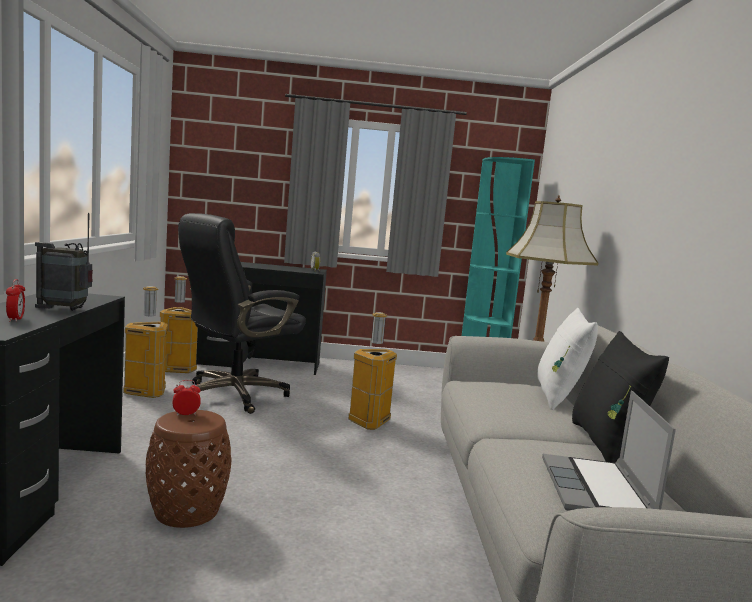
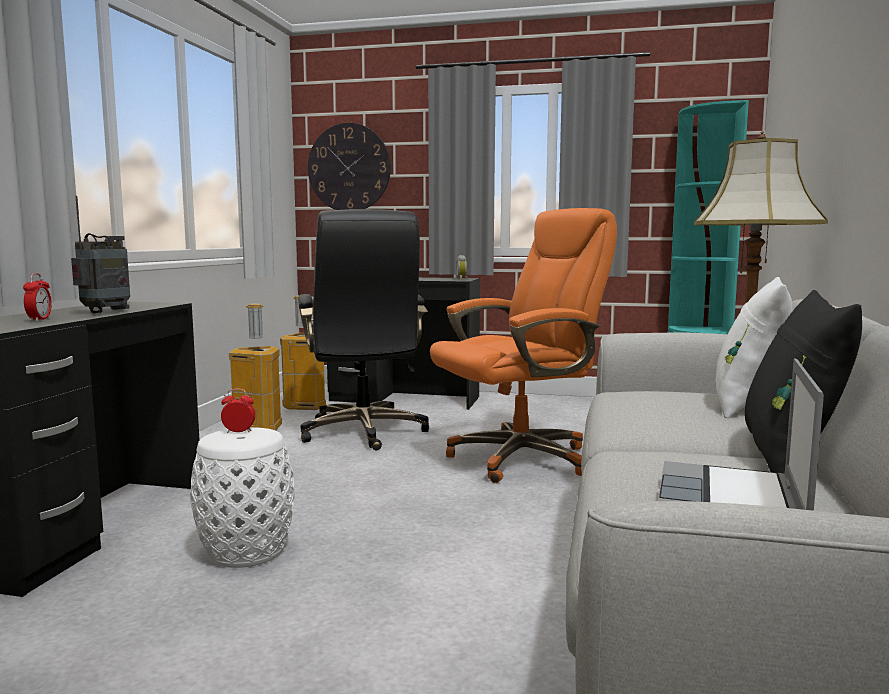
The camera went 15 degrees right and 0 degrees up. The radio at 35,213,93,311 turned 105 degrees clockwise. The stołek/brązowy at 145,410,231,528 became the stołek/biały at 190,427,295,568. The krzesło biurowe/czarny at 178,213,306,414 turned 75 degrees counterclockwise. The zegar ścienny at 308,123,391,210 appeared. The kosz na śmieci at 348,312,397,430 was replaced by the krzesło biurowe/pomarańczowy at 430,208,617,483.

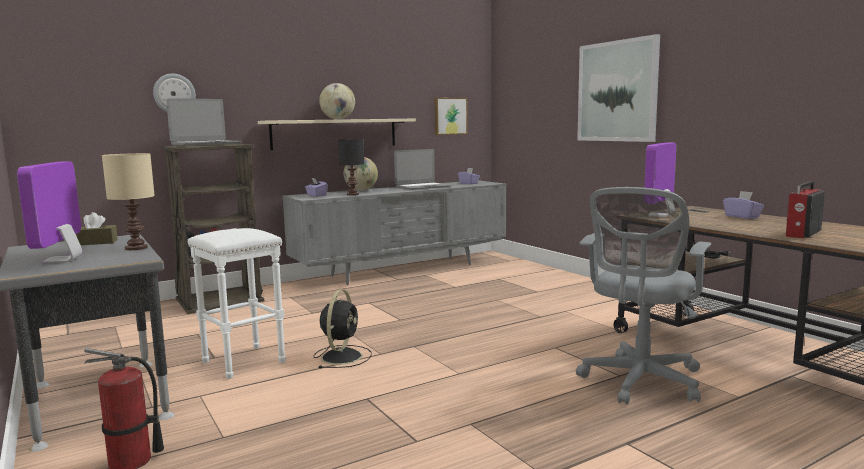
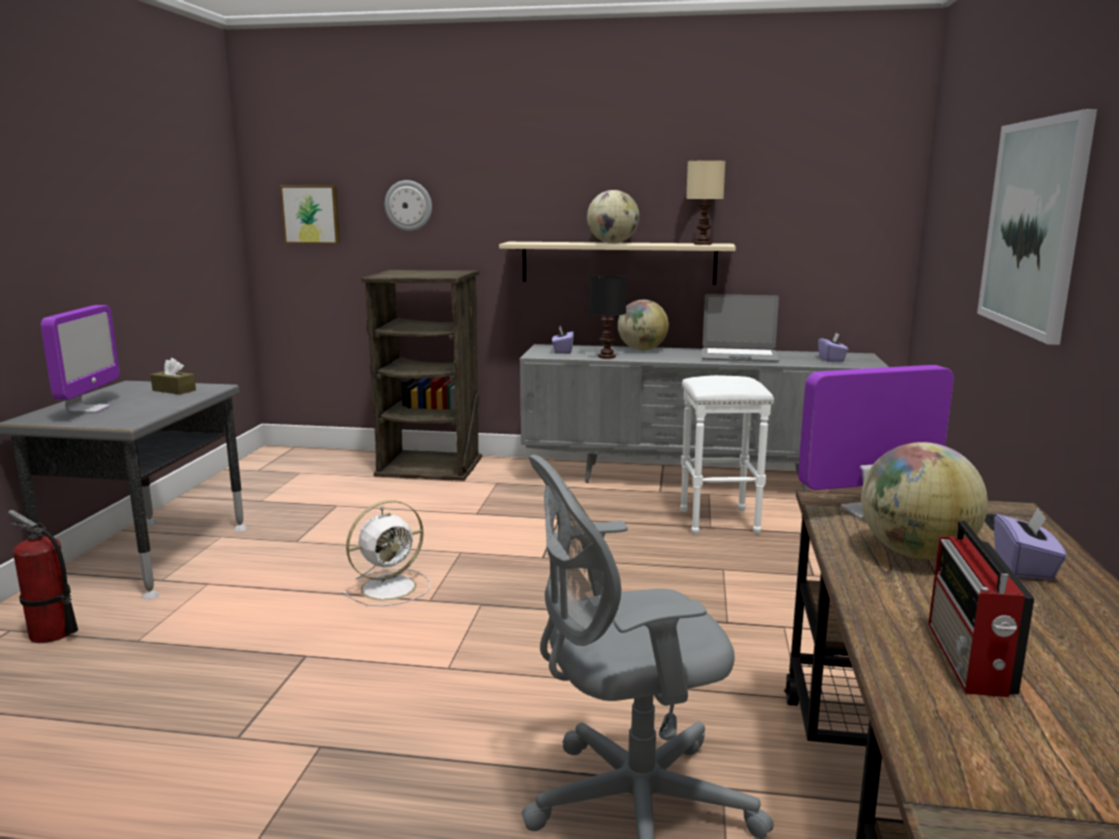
The camera went 40 degrees right and 5 degrees up. The monitor at 17,161,82,264 turned 150 degrees clockwise. The obraz moved from 434,98,468,135 to 280,186,340,244. The wentylator/czarny at 314,289,372,368 became the wentylator/biały at 343,500,430,606. The stołek/biały moved from 188,228,286,379 to 680,375,774,535. The lampa stołowa/beżowy moved from 102,153,155,250 to 686,160,725,245. The globus at 861,442,988,559 appeared. The radio at 786,181,825,238 turned 75 degrees counterclockwise. The laptop at 166,98,242,146 disappeared.

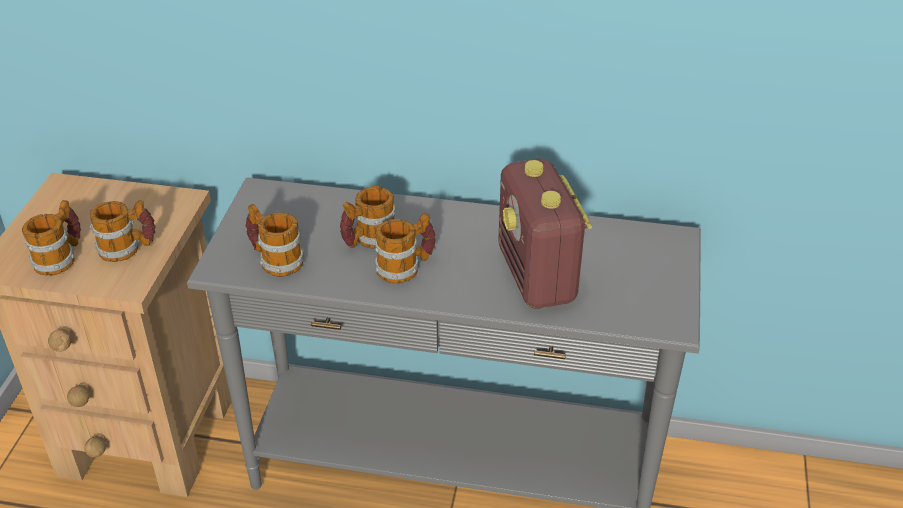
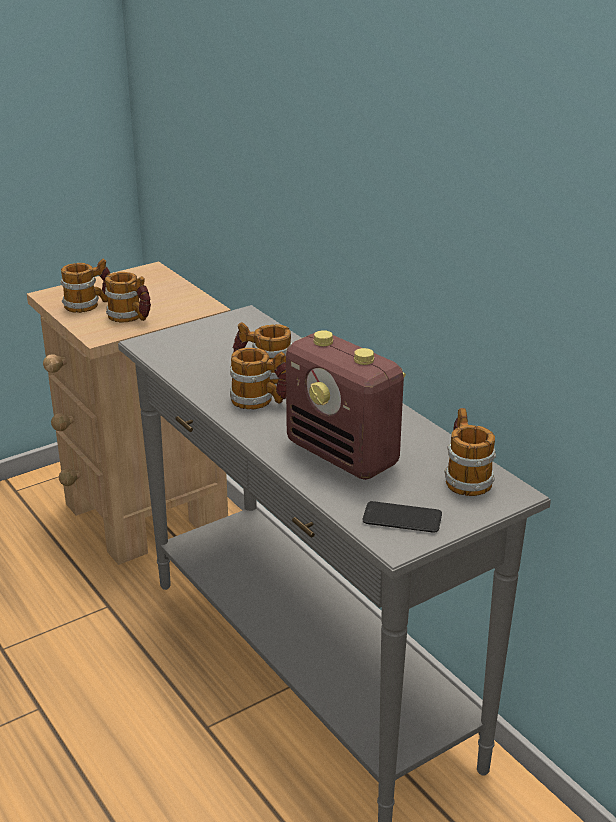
The camera went 45 degrees right and 10 degrees down. The radio at 499,158,592,309 turned 75 degrees counterclockwise. The telefon at 362,501,442,533 appeared. The kubek moved from 246,204,304,277 to 444,408,496,496.

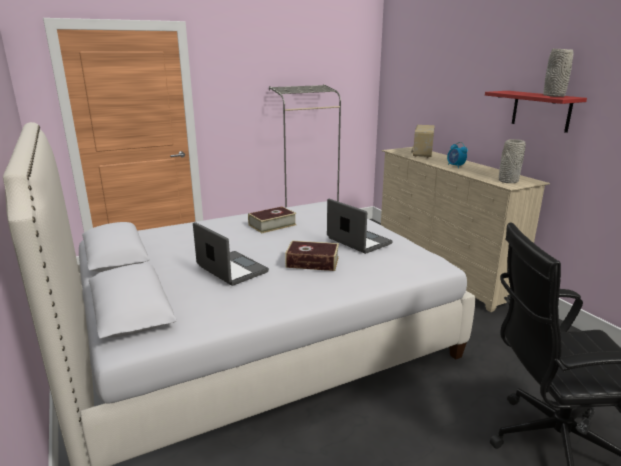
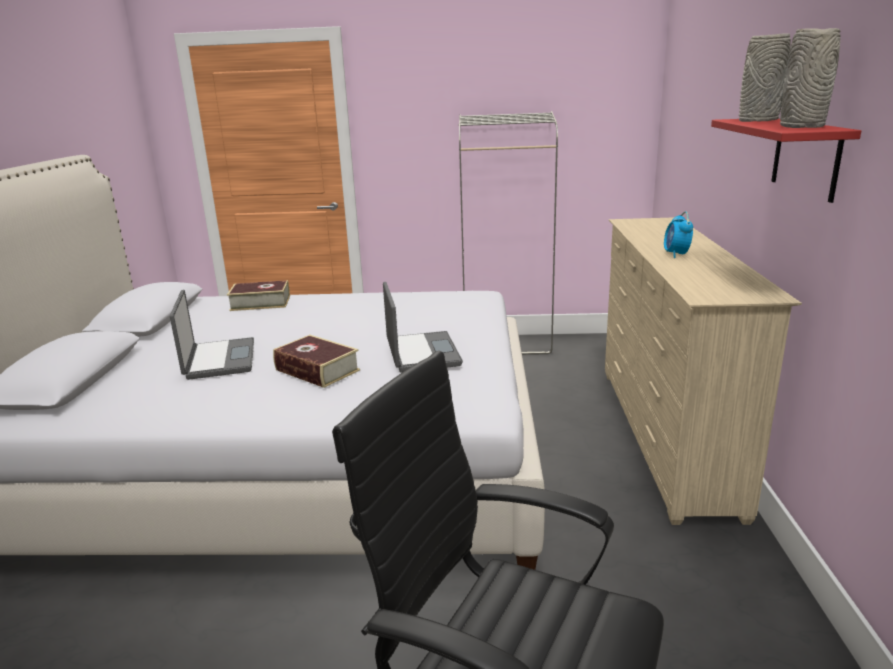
The camera went 30 degrees right and 0 degrees up. The książka moved from 248,206,297,233 to 227,280,290,311. The wazon/szary moved from 499,139,526,183 to 739,33,791,122. The radio at 411,125,435,158 disappeared.

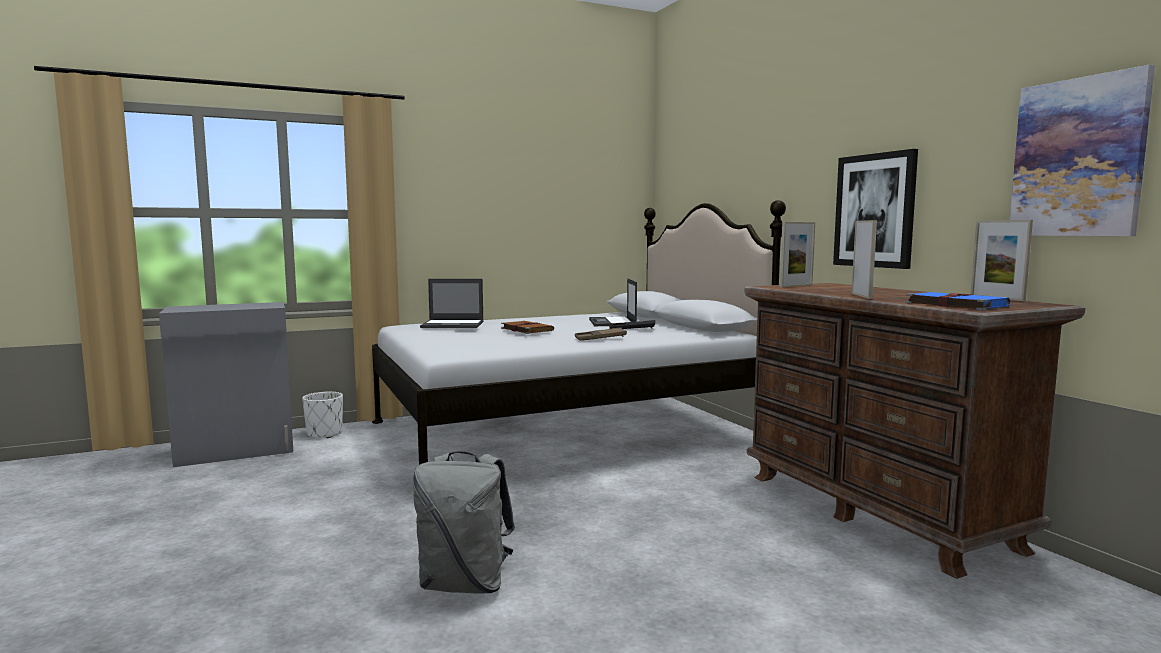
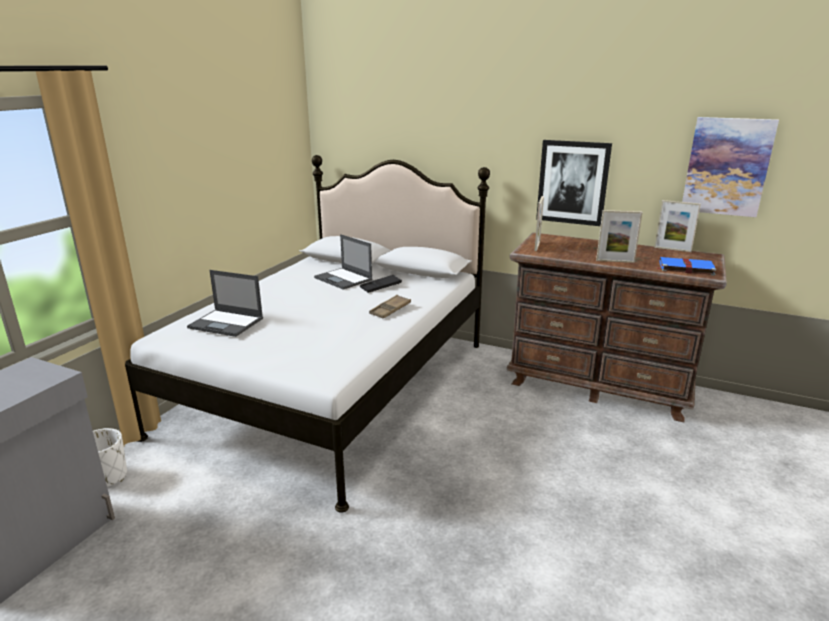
The camera went 40 degrees left and 15 degrees up. The laptop at 420,279,484,328 turned 60 degrees clockwise. The ramka na zdjęcie at 851,220,877,299 turned 135 degrees clockwise. The plecak/szary at 413,451,515,594 disappeared. The książka/brązowy at 501,321,554,334 disappeared.

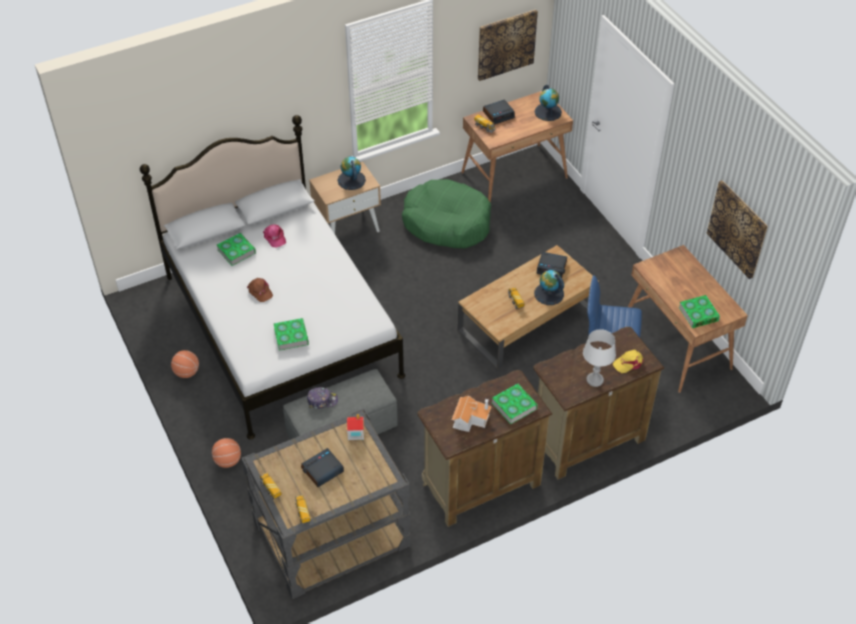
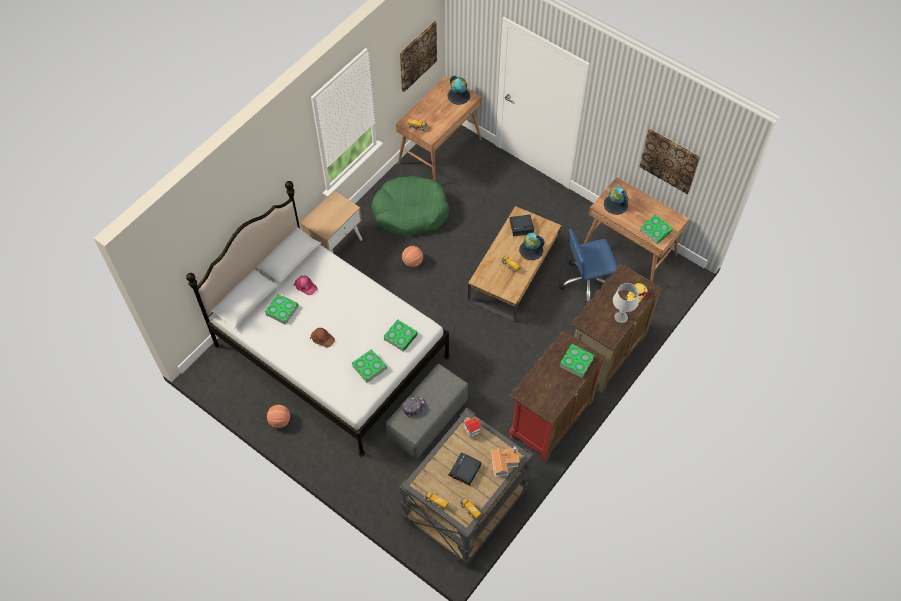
The camera went 25 degrees left and 10 degrees up. The książka at 383,319,418,352 appeared. The piłka do koszykówki moved from 212,438,241,468 to 402,246,423,268. The domek moved from 452,396,492,432 to 491,447,520,477. The komoda/beżowy at 417,370,552,527 became the komoda/czerwony at 509,331,605,462. The globus moved from 338,156,366,190 to 604,186,628,215. The budzik at 483,99,515,125 disappeared.

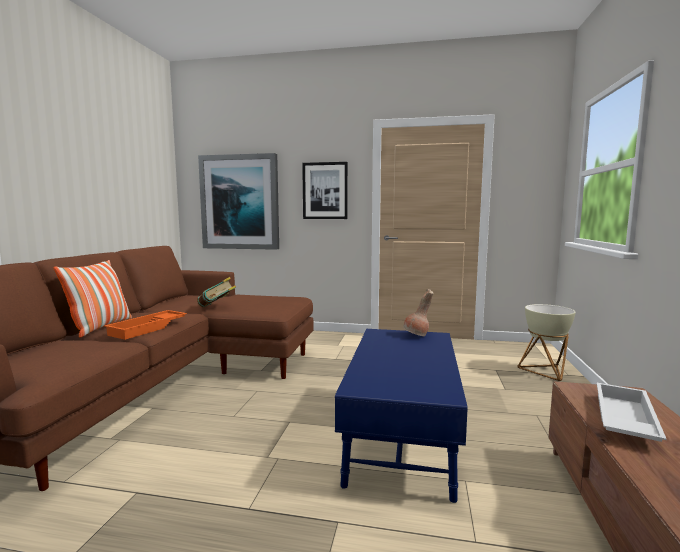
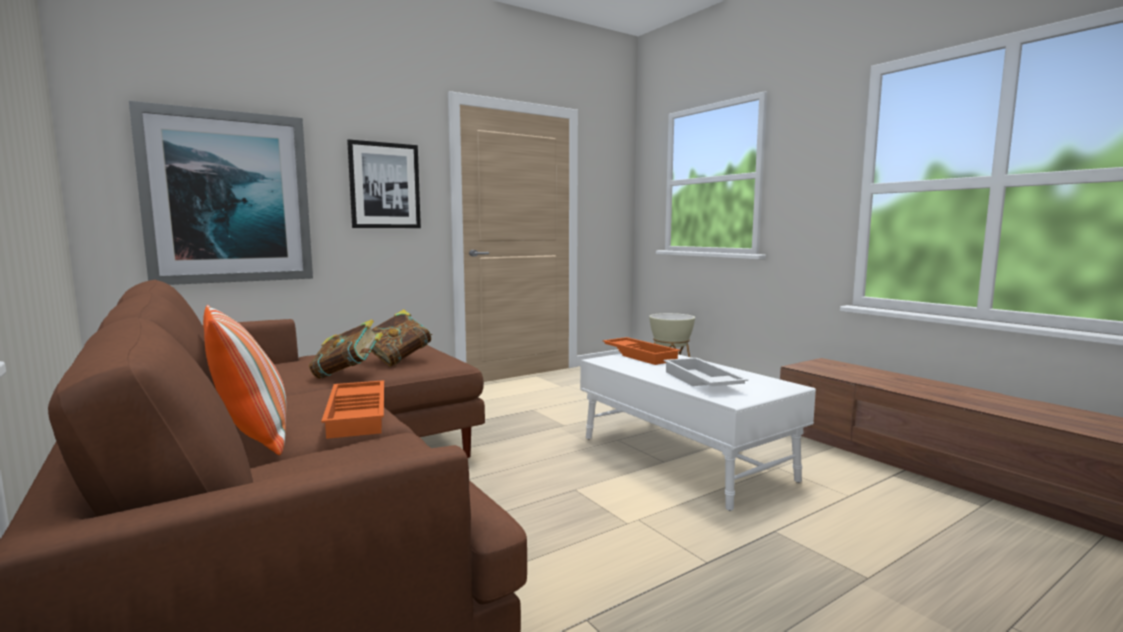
The camera went 45 degrees left and 0 degrees up. The książka at 370,309,433,367 appeared. The ława/niebieski at 335,329,468,503 became the ława/biały at 580,354,816,511. The wazon/brązowy at 403,289,433,336 was replaced by the taca/pomarańczowy at 603,337,681,365. The taca/biały moved from 597,383,667,442 to 664,358,748,386.

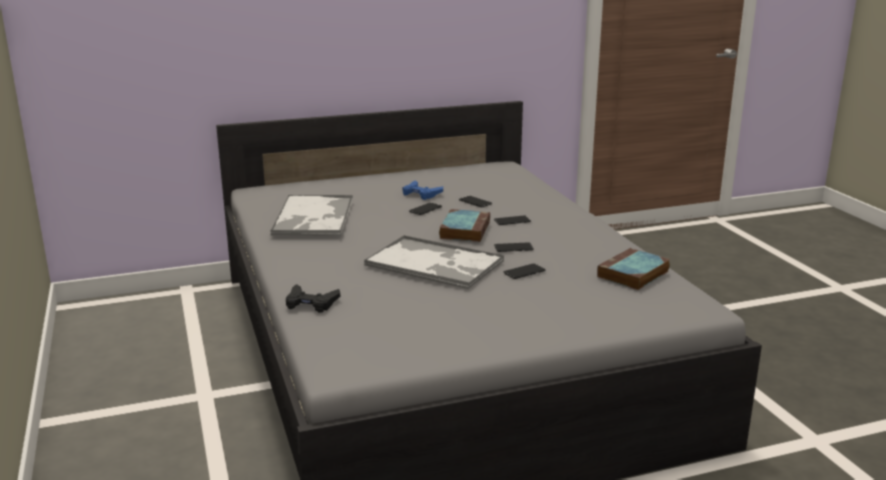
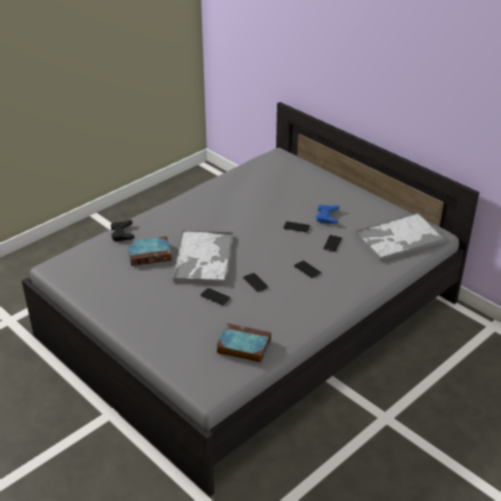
The camera went 65 degrees right and 15 degrees up. The książka moved from 439,209,490,242 to 127,236,172,266. The taca moved from 270,195,353,236 to 354,213,446,261.

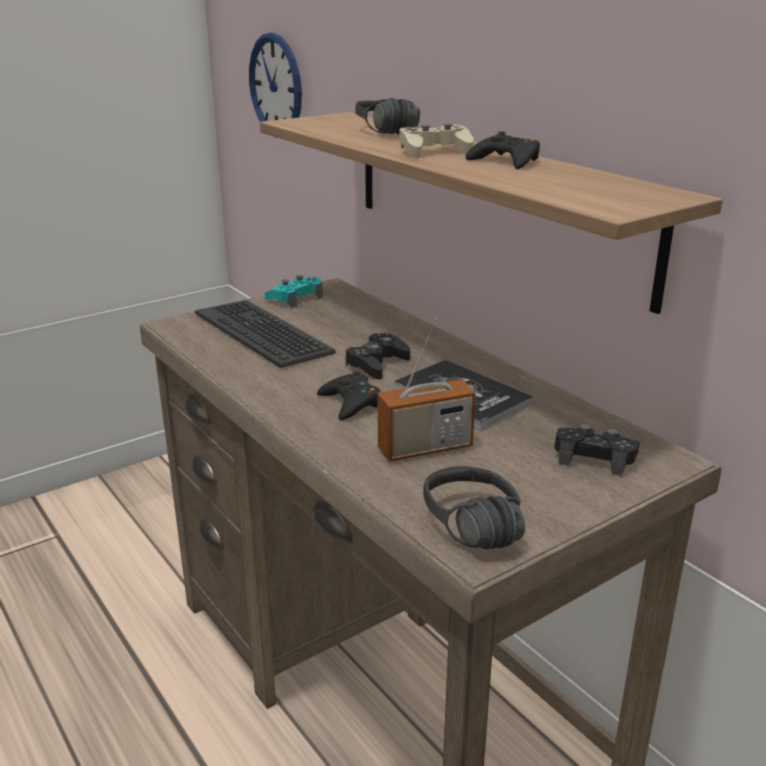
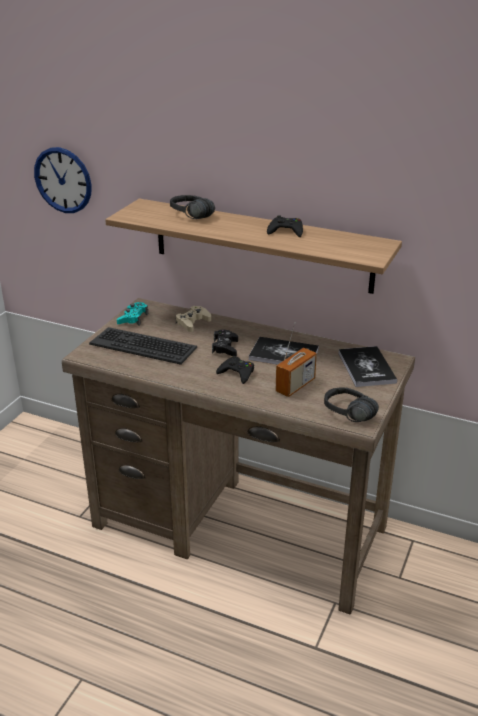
The camera went 30 degrees left and 5 degrees up. The pad do gier/beżowy moved from 399,123,474,158 to 176,306,211,332. The pad do gier/czarny at 554,424,640,476 was replaced by the książka at 338,346,397,387.

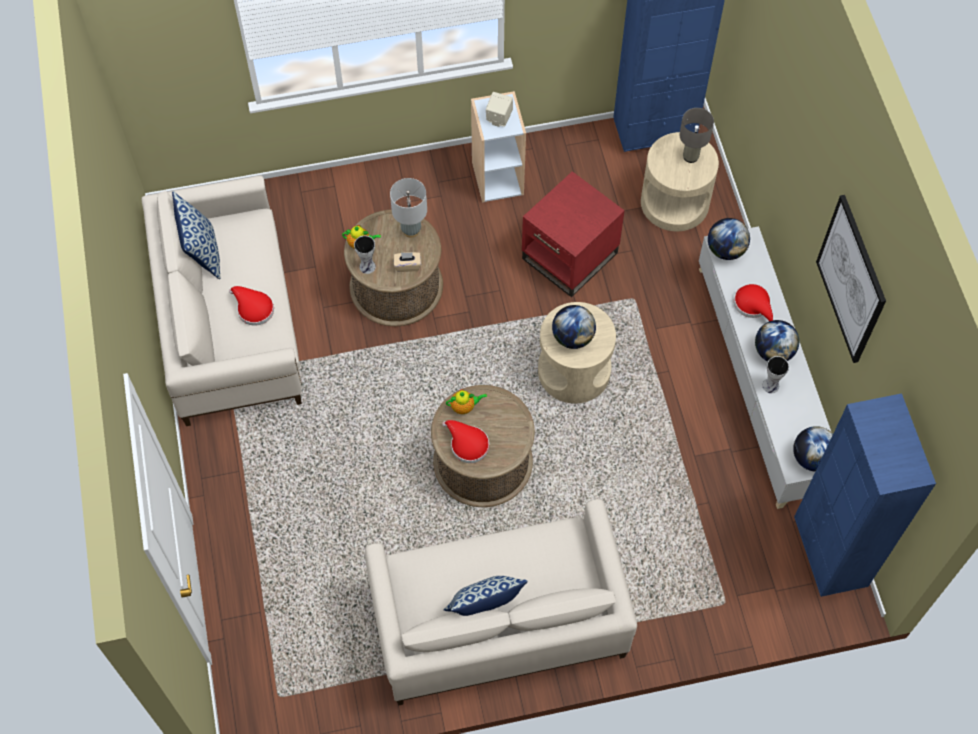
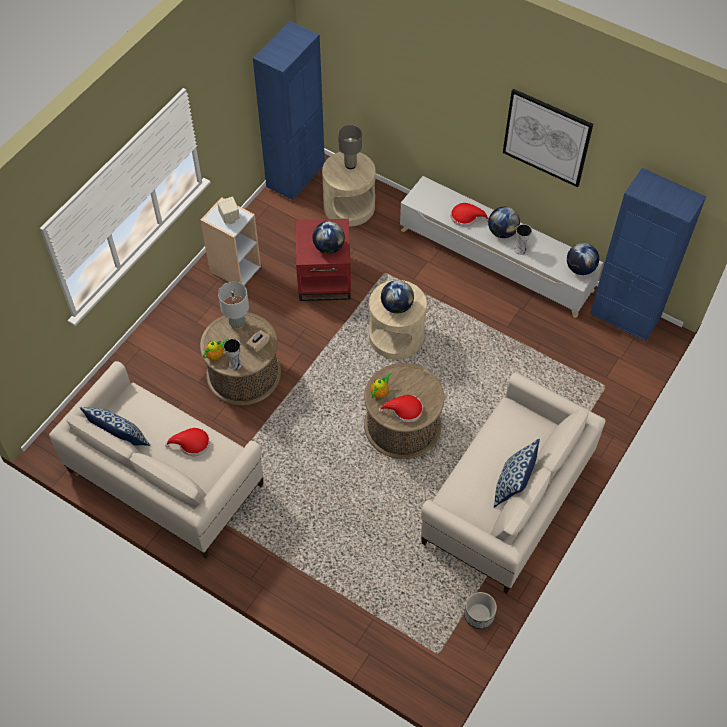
The camera went 45 degrees left and 5 degrees down. The globus moved from 708,218,750,260 to 313,221,345,254. The donica at 464,592,497,629 appeared.

